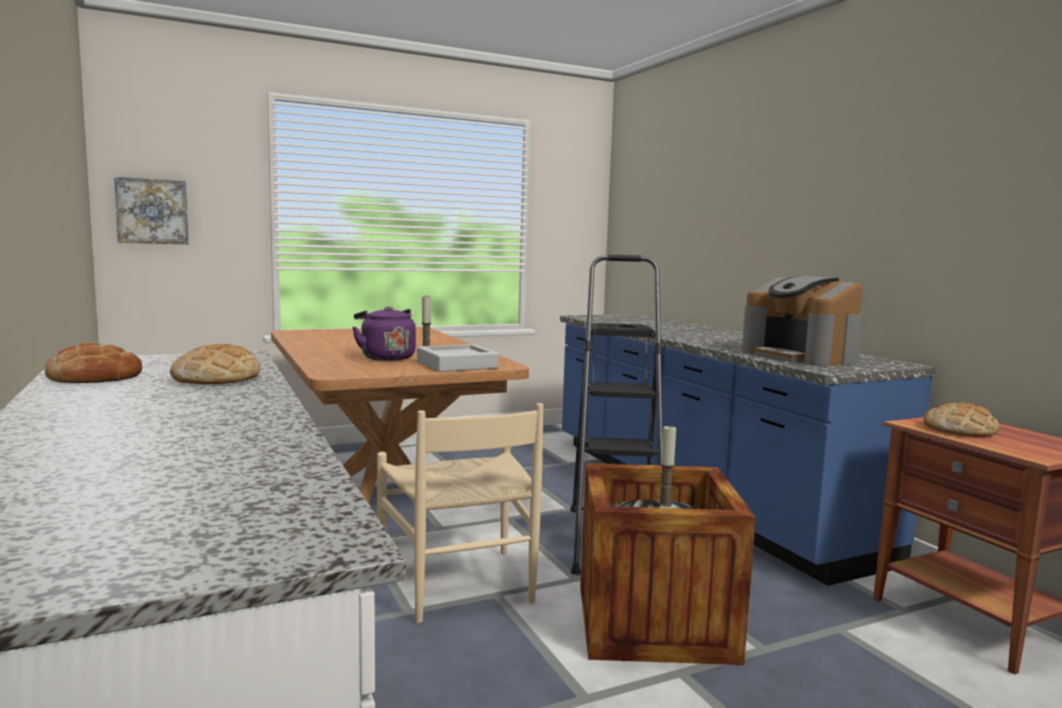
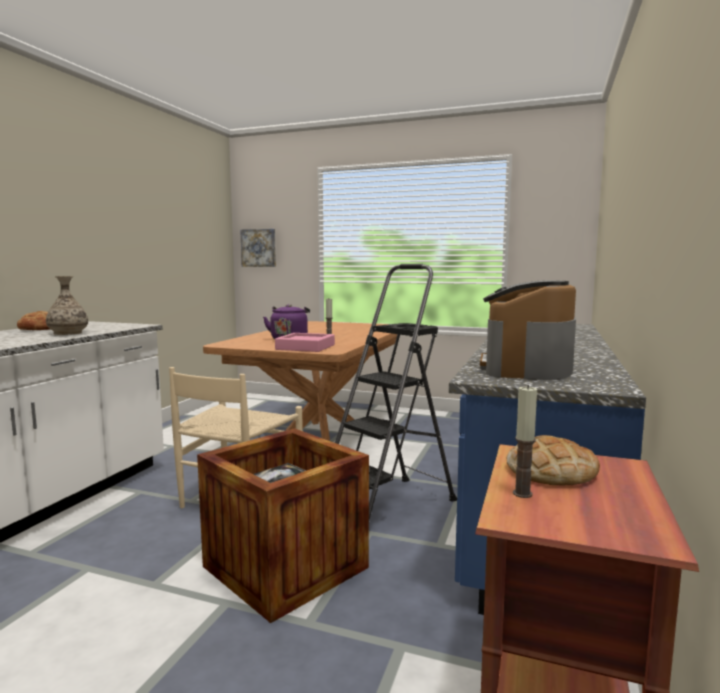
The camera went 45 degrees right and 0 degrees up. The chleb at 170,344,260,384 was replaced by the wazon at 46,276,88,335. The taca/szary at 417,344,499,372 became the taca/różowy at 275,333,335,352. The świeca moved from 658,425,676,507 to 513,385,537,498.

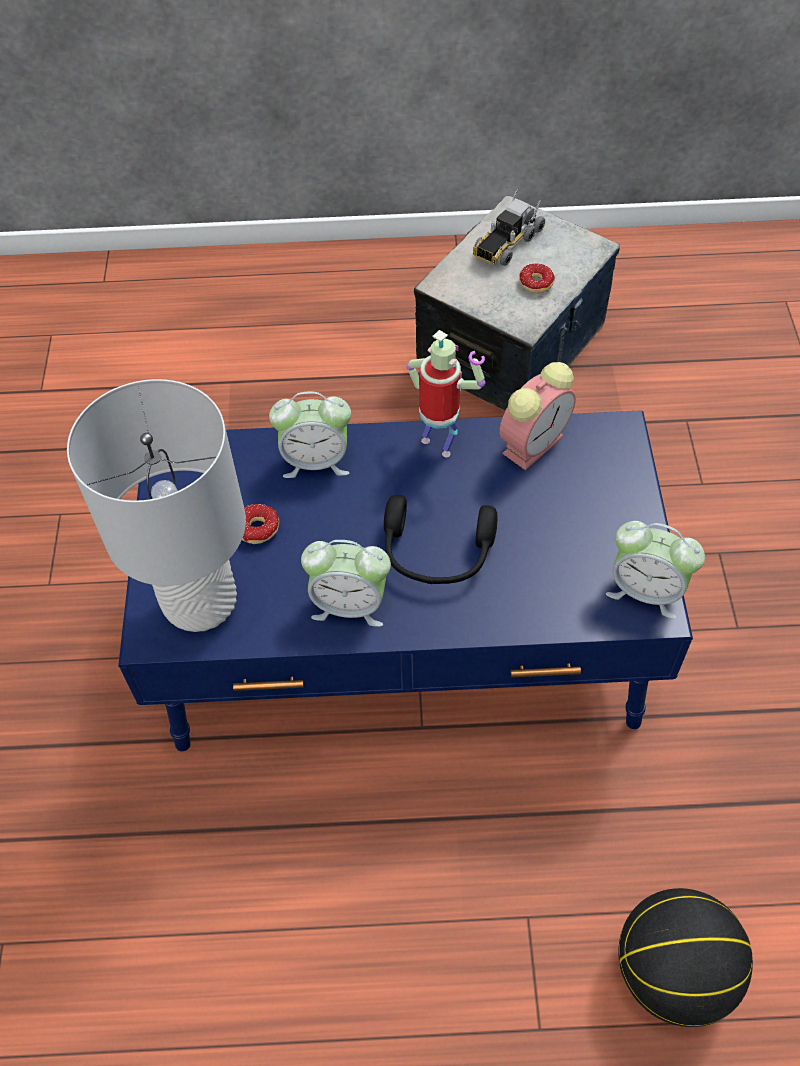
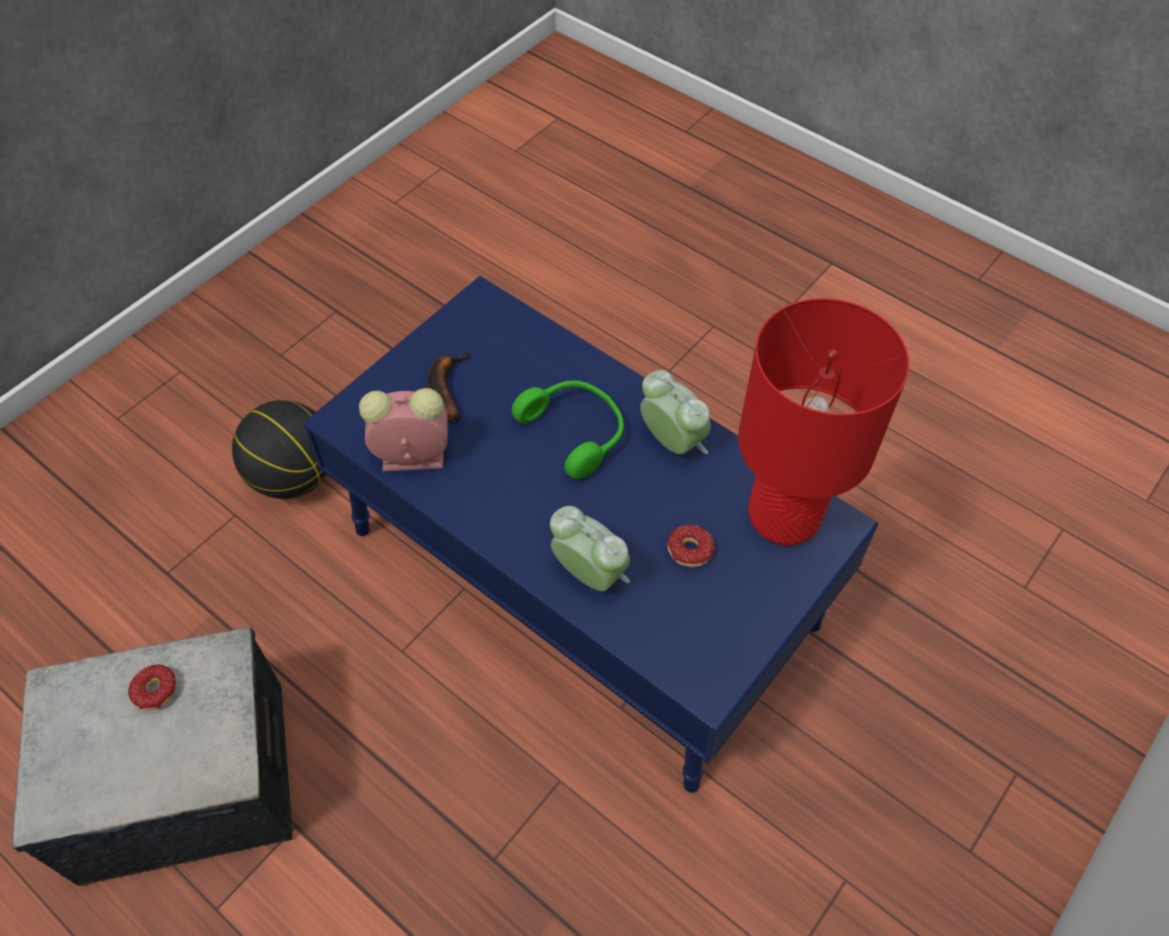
The camera went 140 degrees left and 0 degrees up. The piłka do koszykówki moved from 618,888,753,1027 to 232,400,327,499. The banan at 428,352,470,420 appeared. The słuchawki/czarny at 384,495,497,584 became the słuchawki/zielony at 512,381,624,479. The lampa stołowa/szary at 67,379,246,632 became the lampa stołowa/czerwony at 738,298,909,546. The robot zabawkowy at 407,330,485,457 disappeared. The ciężarówka zabawkowa at 473,190,545,266 disappeared. The budzik at 606,521,705,619 disappeared.

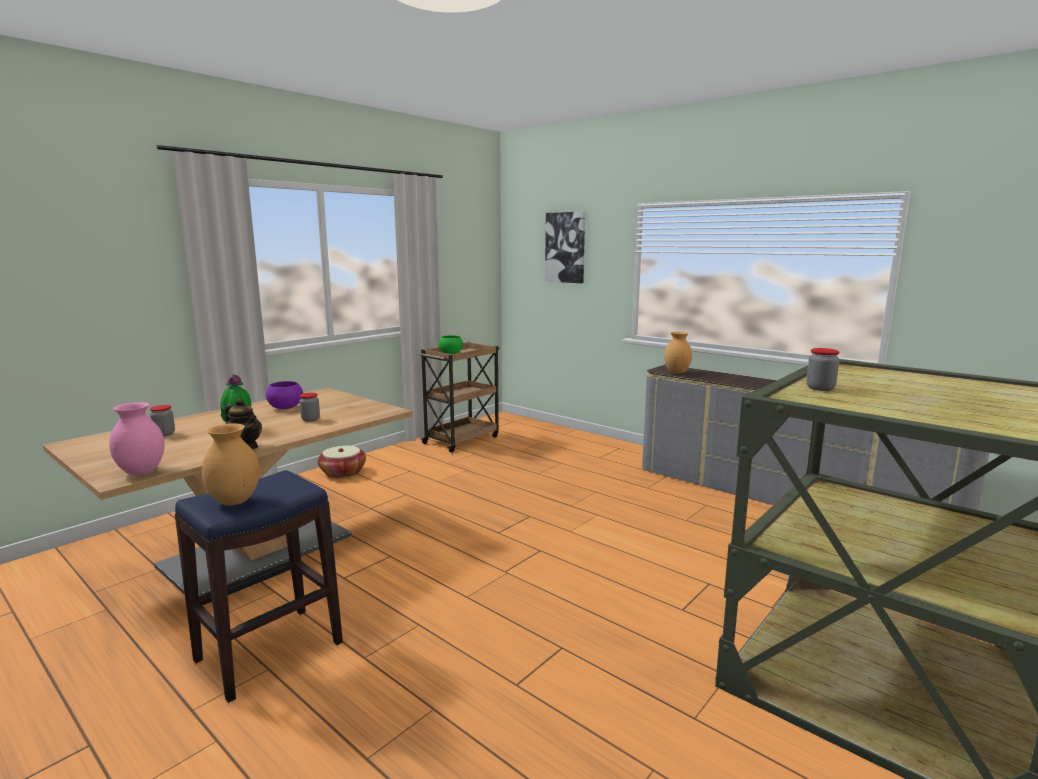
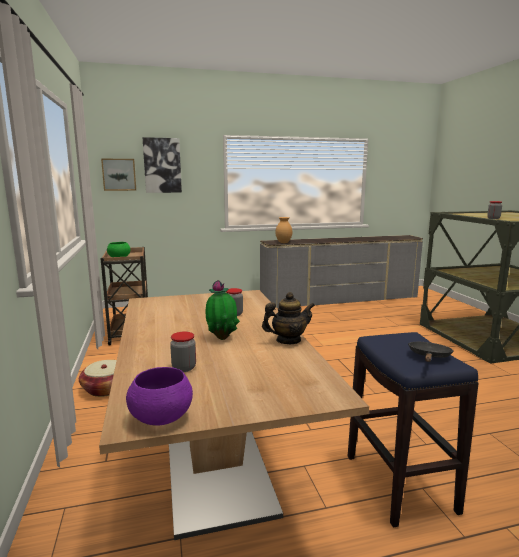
The camera went 55 degrees left and 0 degrees up. The obraz at 101,159,136,191 appeared. The miska/fioletowy moved from 266,381,303,409 to 126,367,193,426. The wazon/brązowy at 202,424,260,505 was replaced by the patelnia/czarny at 408,342,454,362. The wazon/różowy at 109,402,165,475 disappeared.

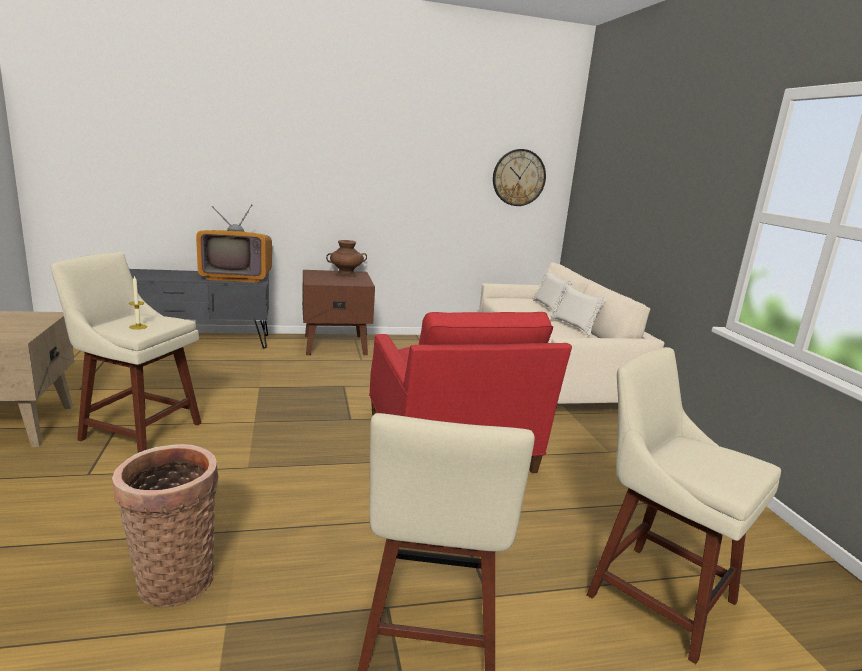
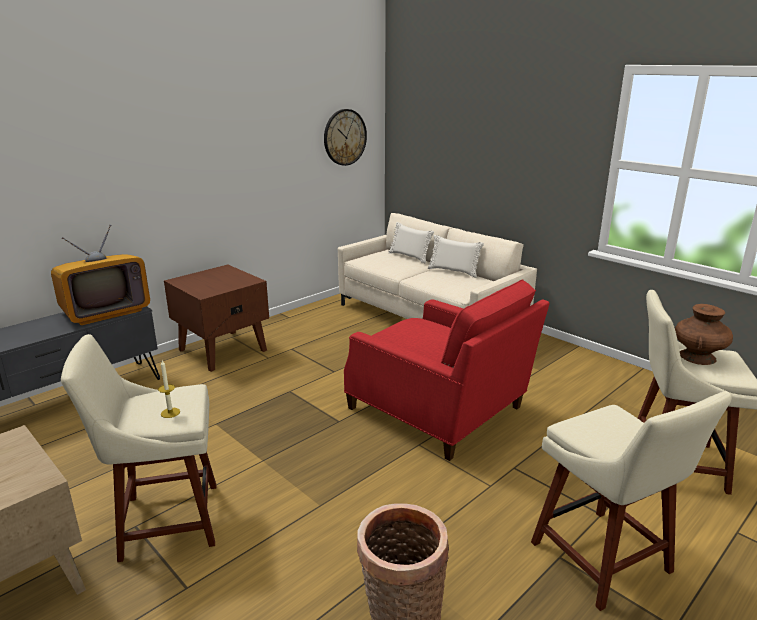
The camera went 30 degrees left and 5 degrees up. The wazon/brązowy moved from 326,240,367,277 to 675,304,733,365.

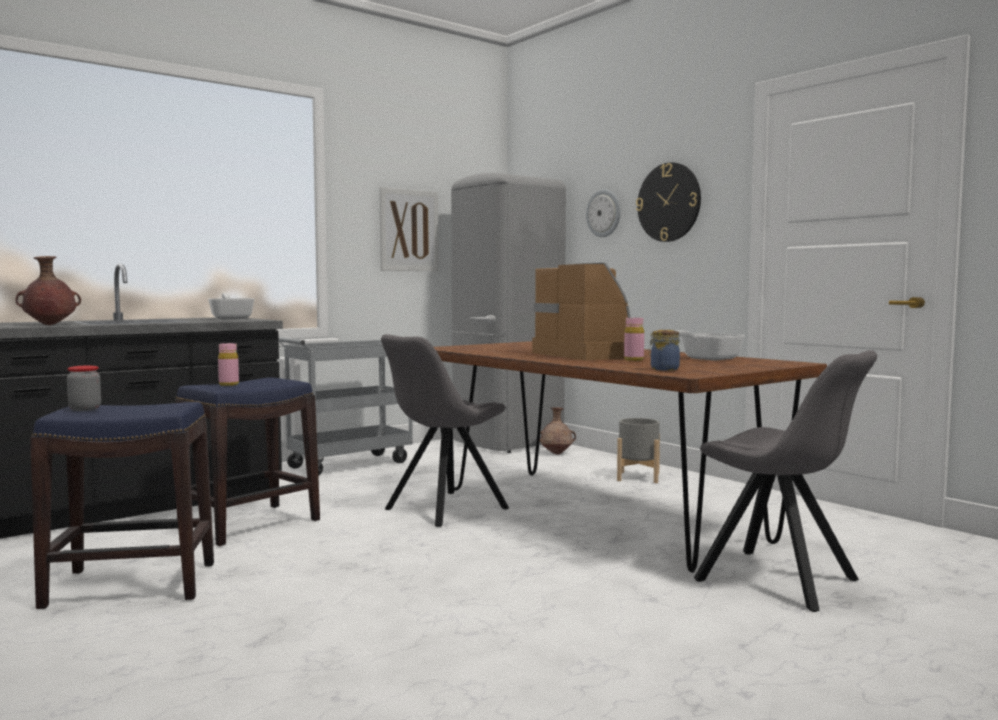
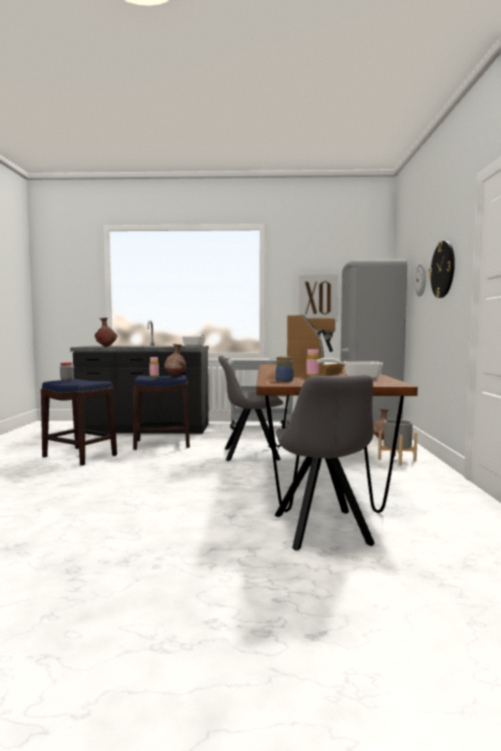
The camera went 40 degrees right and 0 degrees up. The wazon/brązowy at 164,344,186,376 appeared.

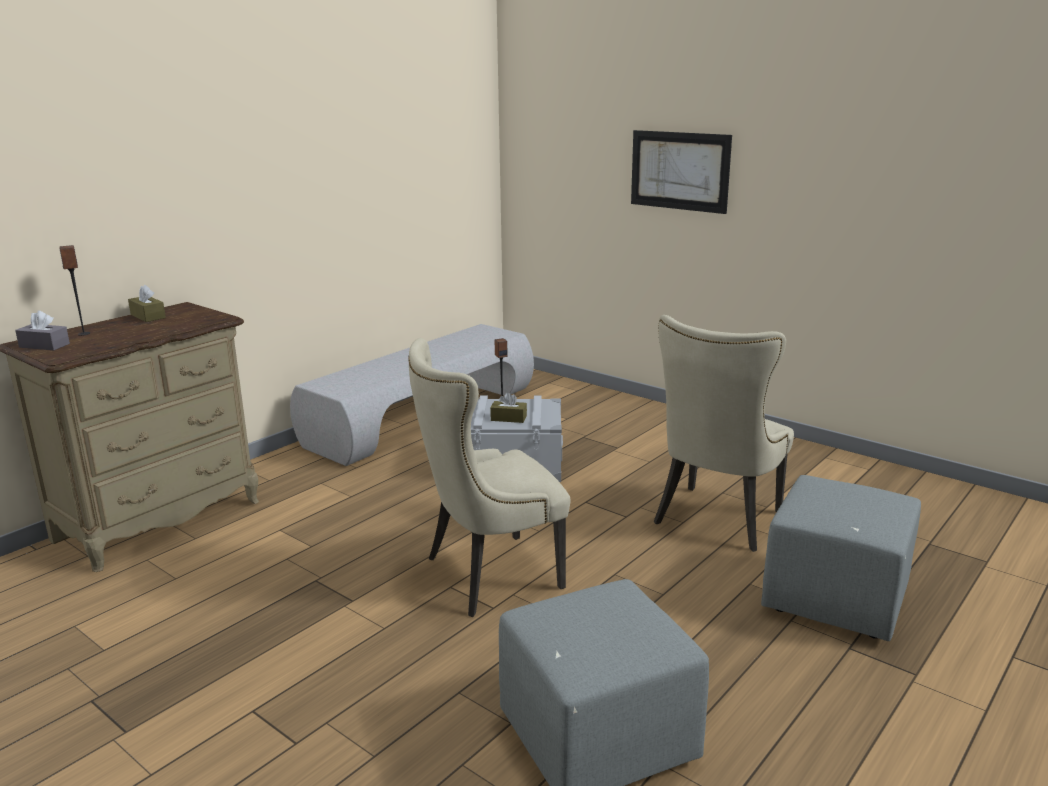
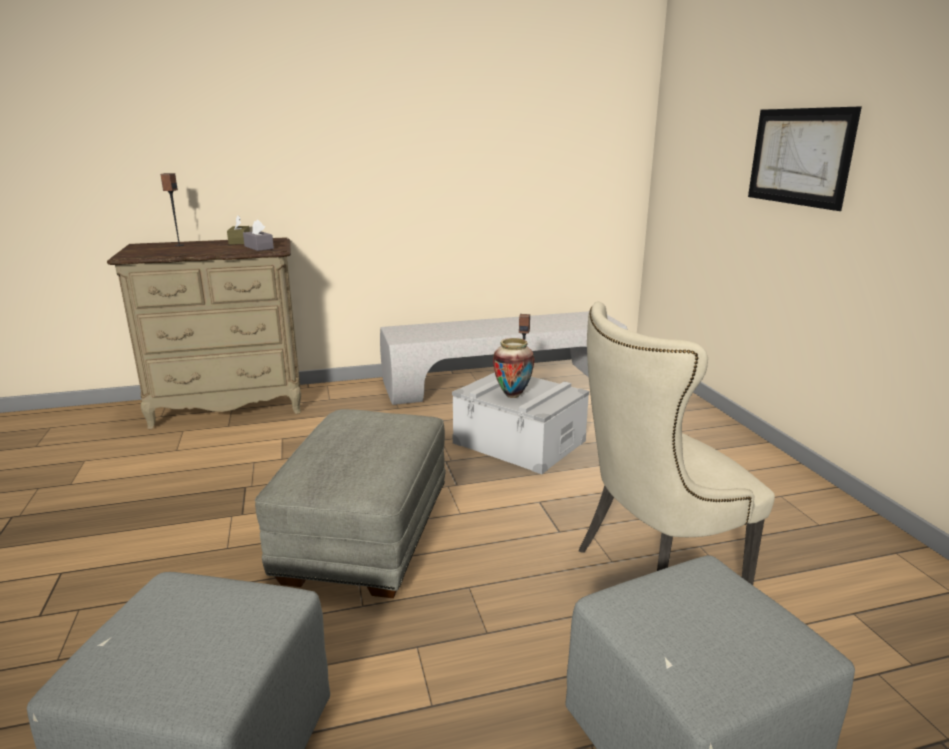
The camera went 35 degrees right and 0 degrees up. The pudełko chusteczek/szary moved from 15,310,70,350 to 243,220,274,251. The krzesło/beżowy at 408,338,570,617 was replaced by the pufa/szary at 255,409,446,598. The pudełko chusteczek/brązowy at 490,392,527,423 was replaced by the wazon at 493,338,535,398.

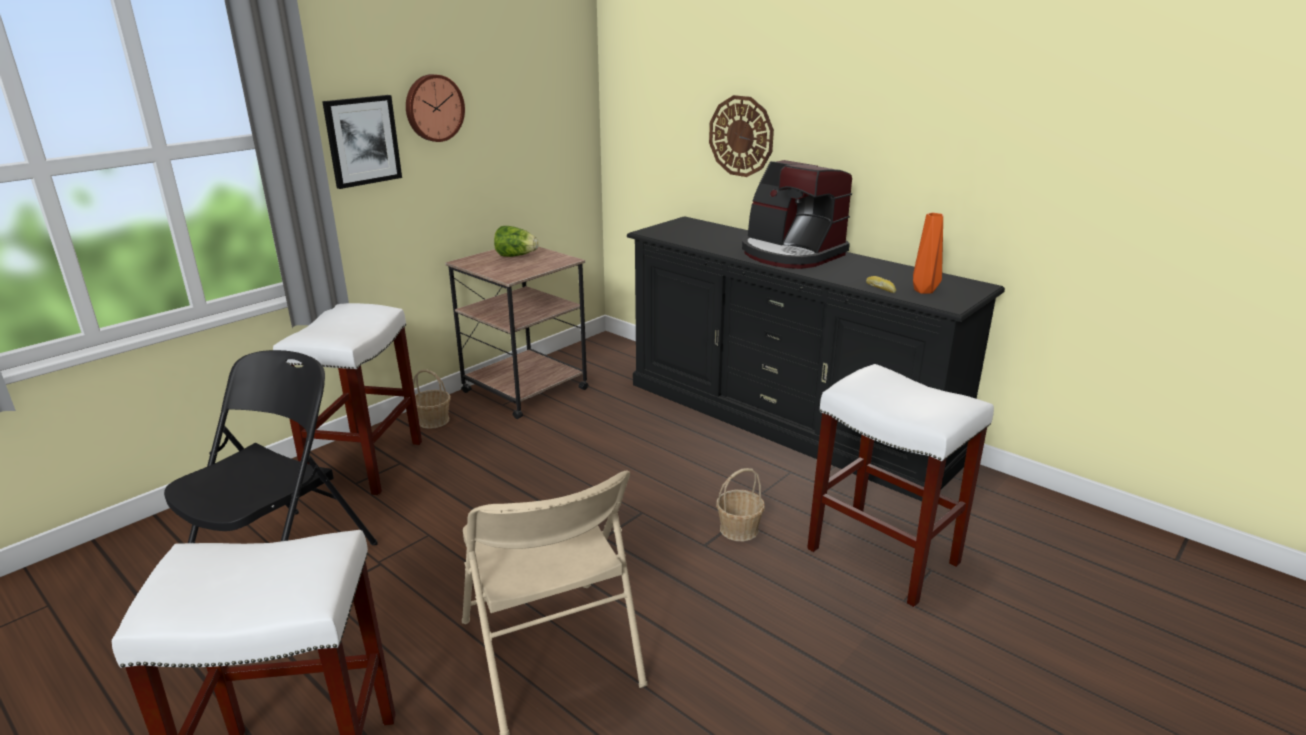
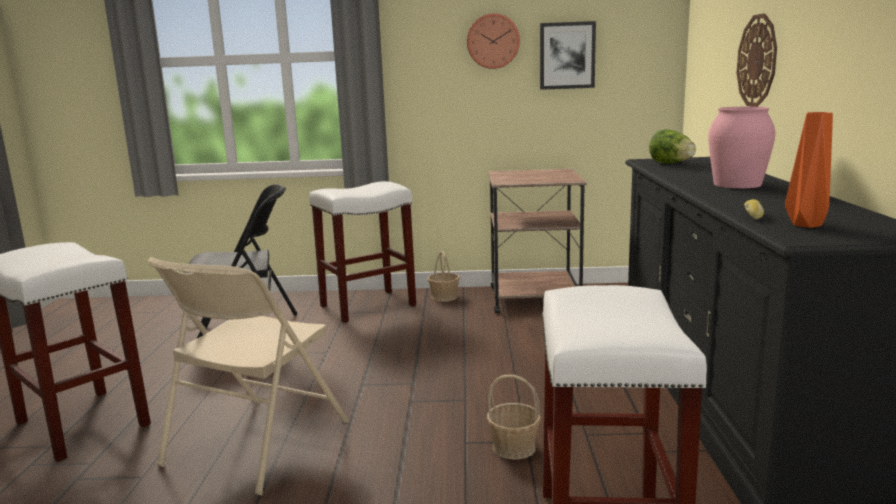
The camera went 50 degrees right and 10 degrees down. The obraz moved from 322,95,402,189 to 540,21,596,90. The sałata moved from 494,226,539,257 to 649,129,696,164. The ekspres do kawy at 742,160,852,269 was replaced by the wazon/różowy at 708,107,776,188.

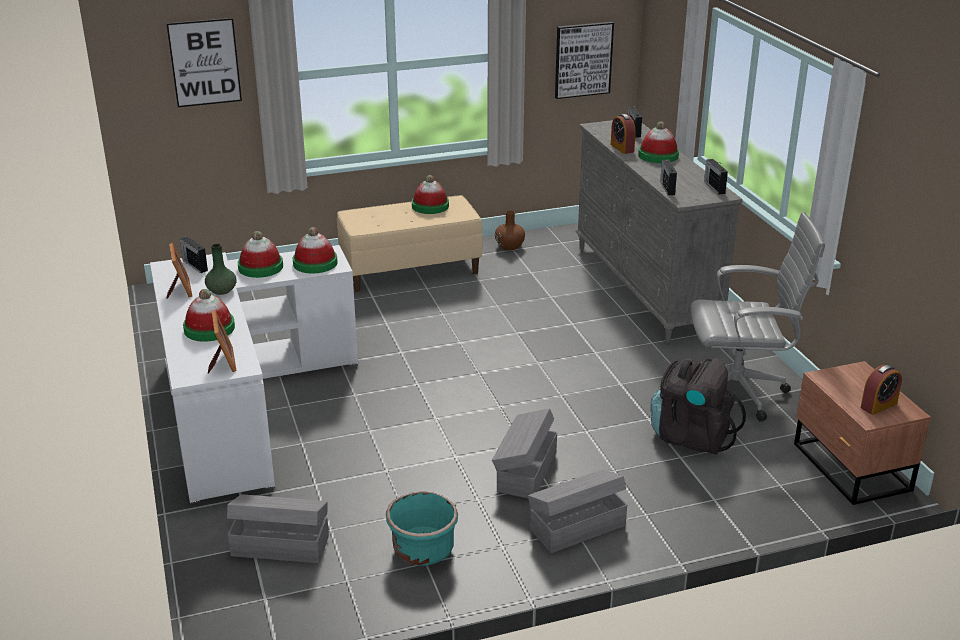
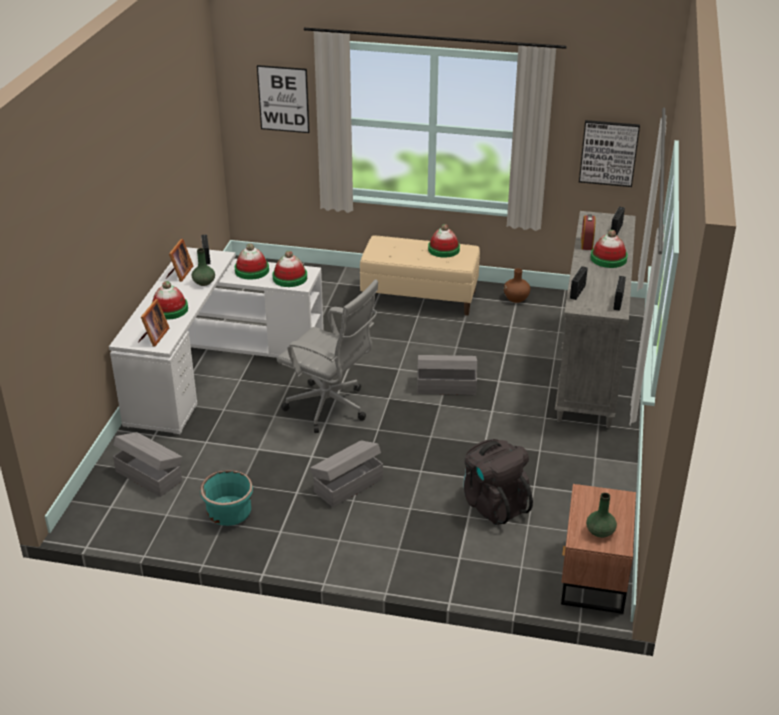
The camera went 30 degrees right and 5 degrees up. The krzesło biurowe/szary moved from 691,212,825,422 to 277,279,378,433. The pojemnik do przechowywania/szary moved from 528,470,628,553 to 417,355,477,395. The budzik at 861,365,902,415 was replaced by the wazon/zielony at 586,493,617,538.

